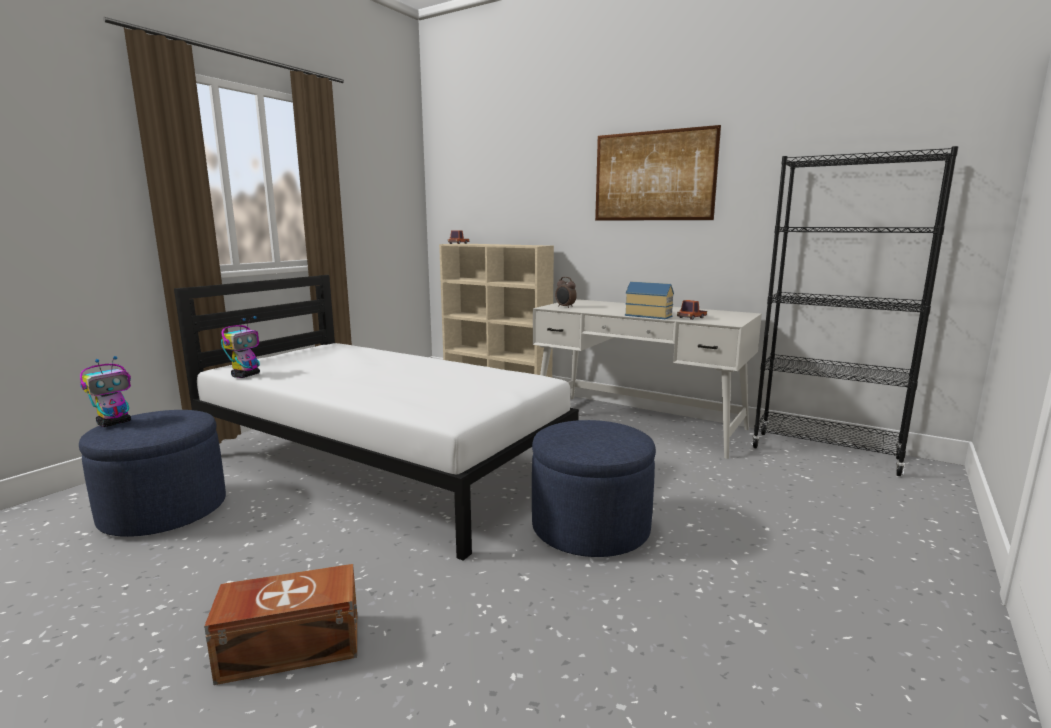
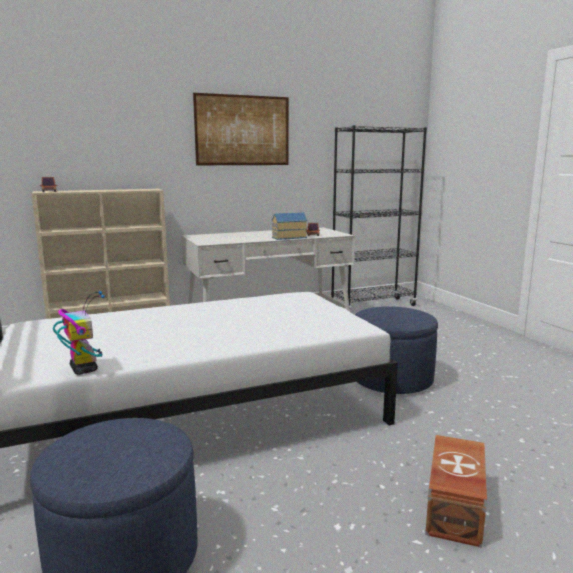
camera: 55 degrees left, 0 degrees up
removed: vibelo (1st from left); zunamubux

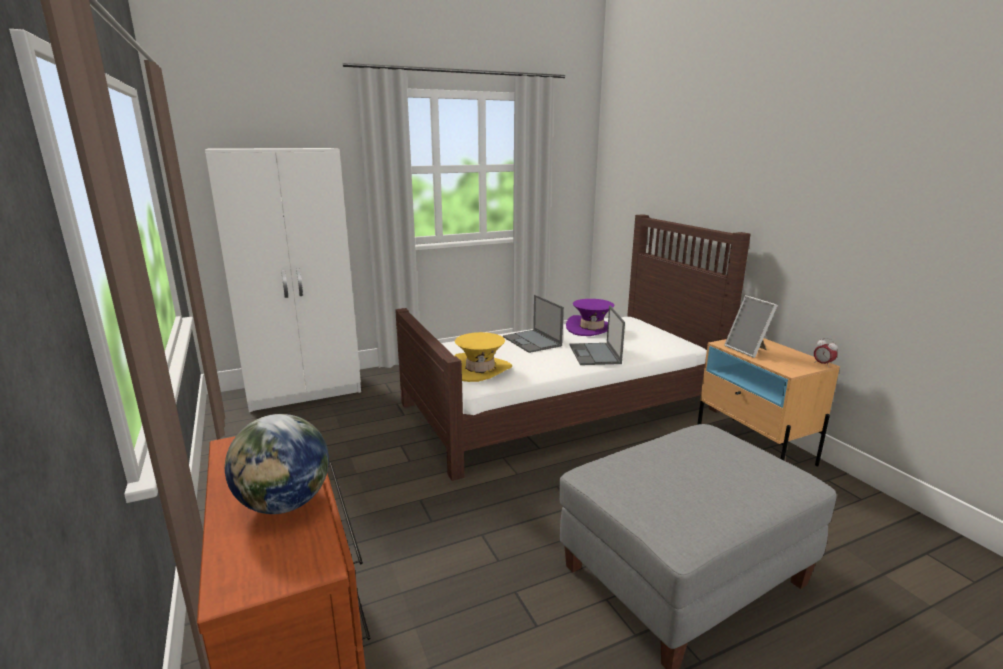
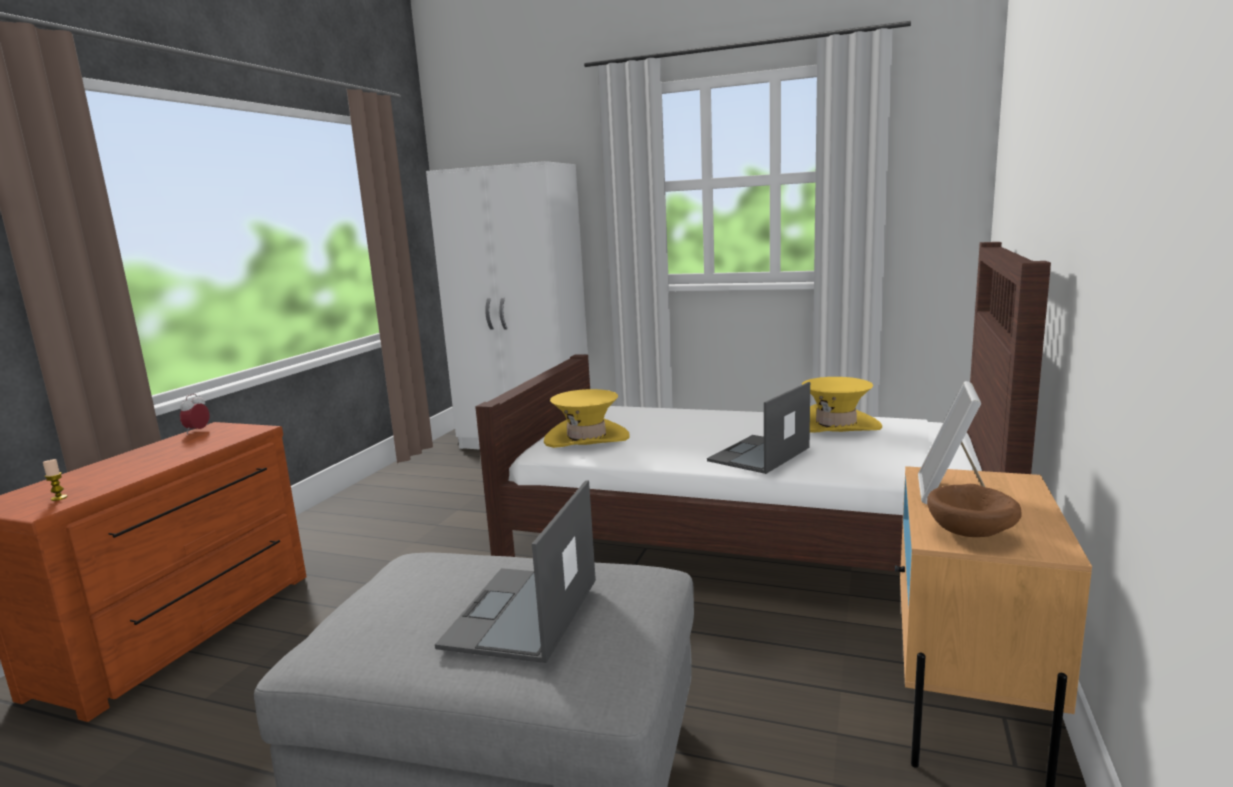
camera: 45 degrees right, 5 degrees down
removed: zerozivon
added: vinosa; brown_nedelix
moved: zunamubux; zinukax (1st from left)
recoloured: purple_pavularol to yellow_pavularol (2nd from left)

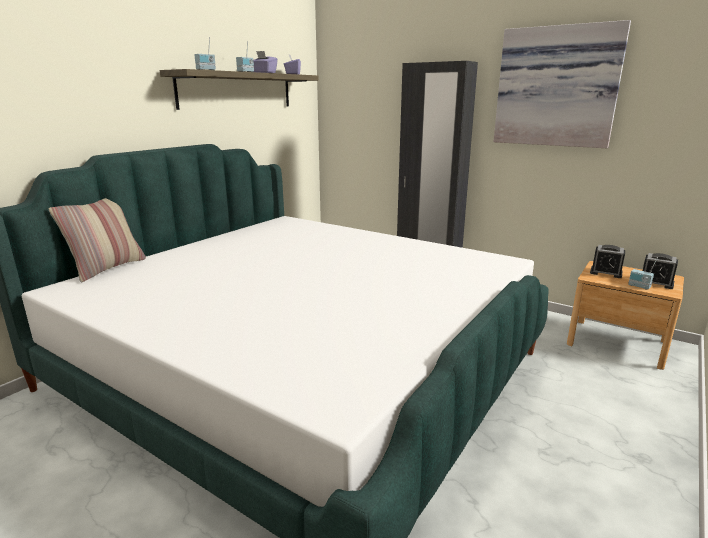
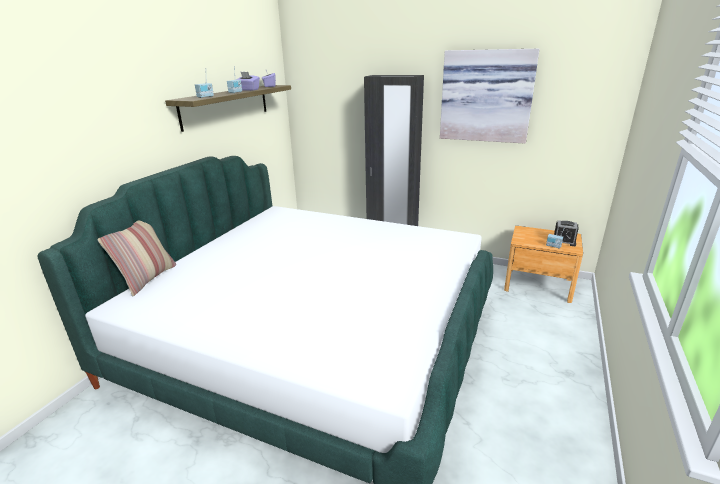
camera: 10 degrees left, 5 degrees up
removed: zunamubux (1st from left)

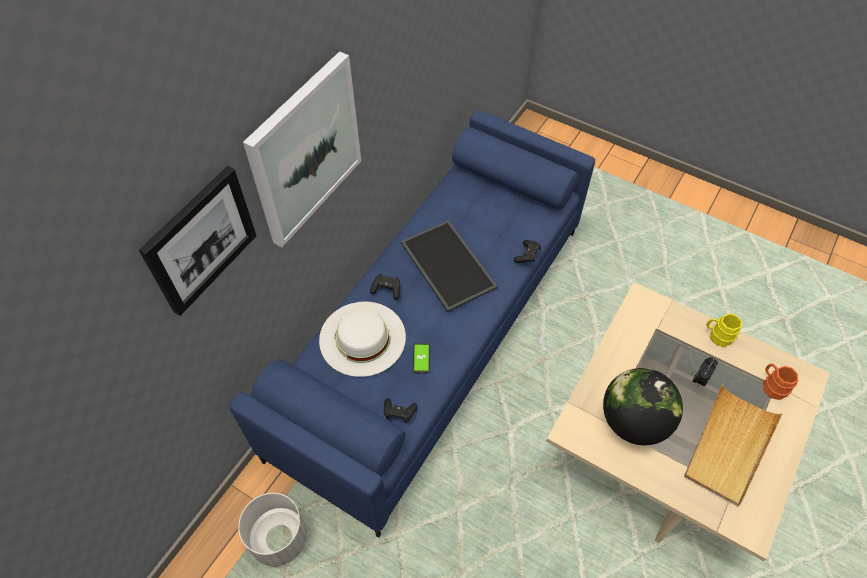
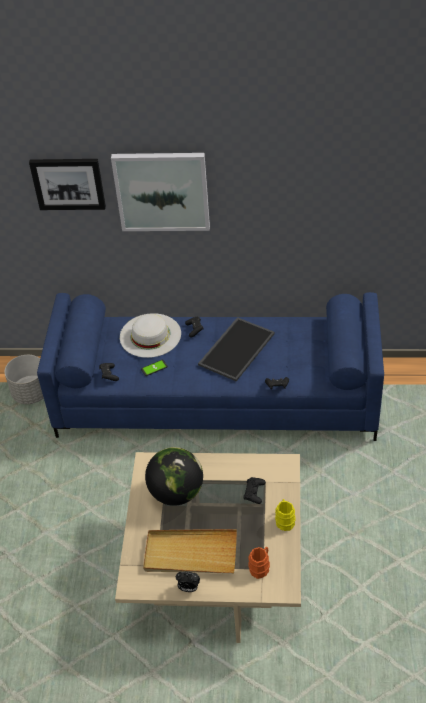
camera: 65 degrees right, 10 degrees down
added: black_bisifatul (3rd from left)
moved: zunamubux

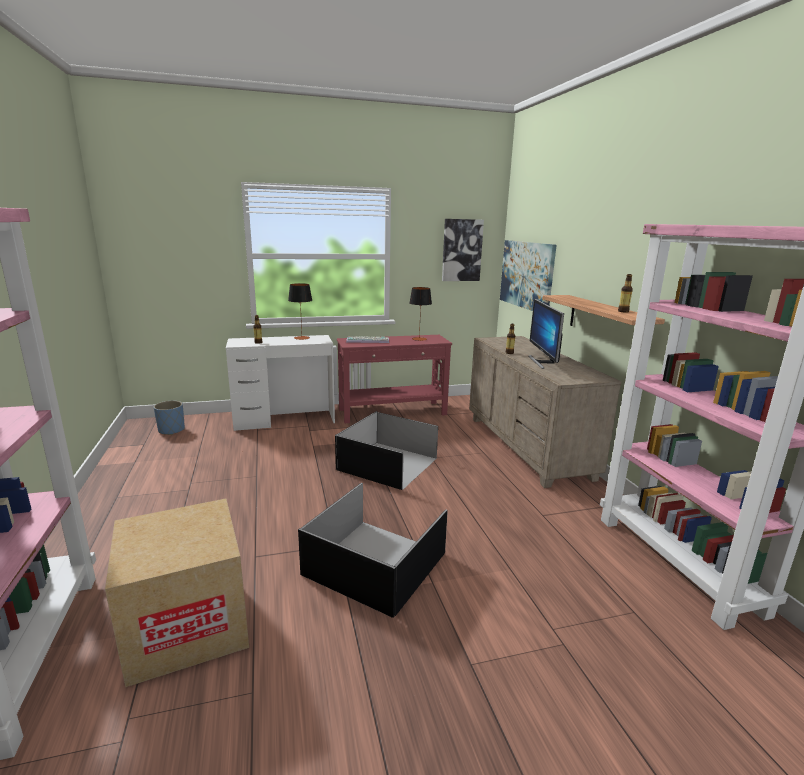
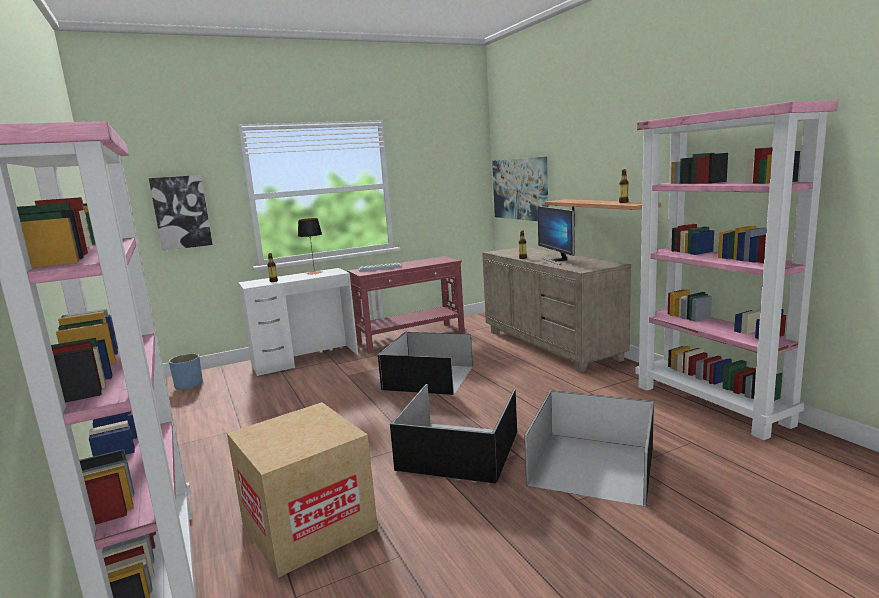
camera: 10 degrees left, 5 degrees down
removed: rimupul (2nd from left)
added: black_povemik (3rd from left)
moved: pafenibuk (1st from left)

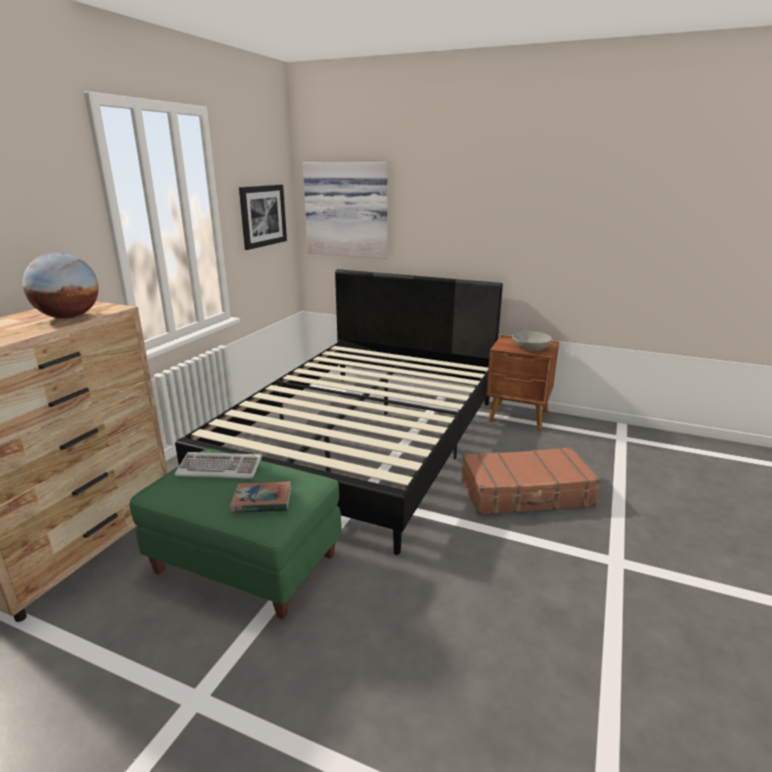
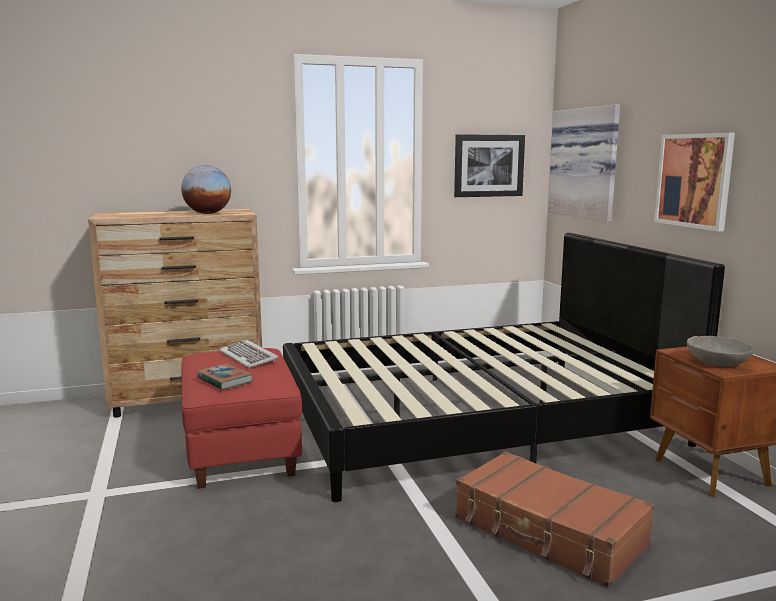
camera: 50 degrees right, 10 degrees down
added: pafenibuk (3rd from left)
recoloured: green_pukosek to red_pukosek

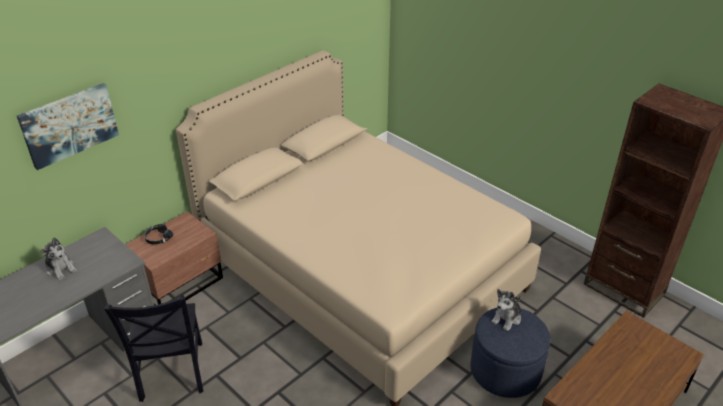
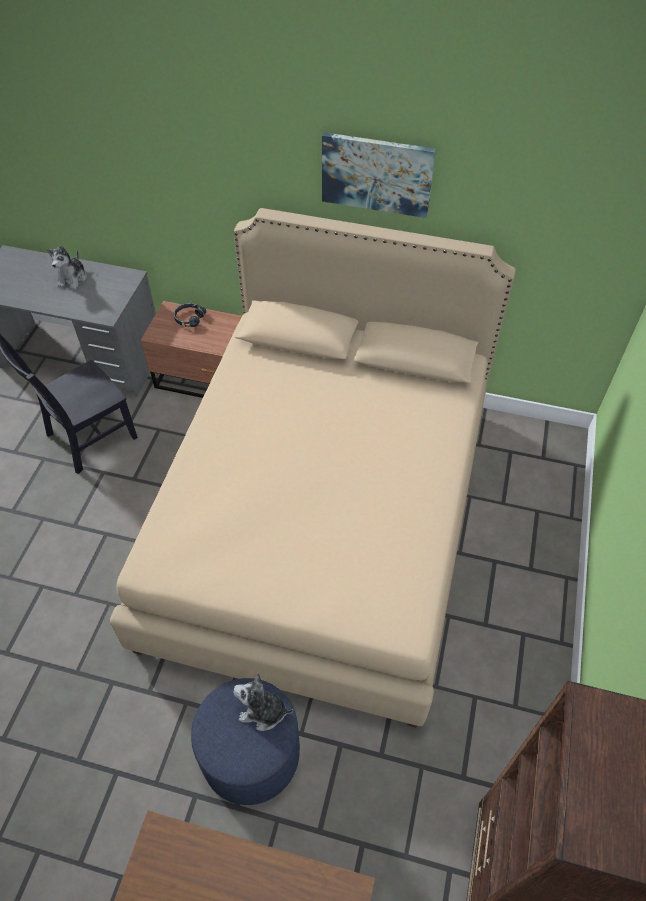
camera: 60 degrees right, 15 degrees up
moved: pafenibuk

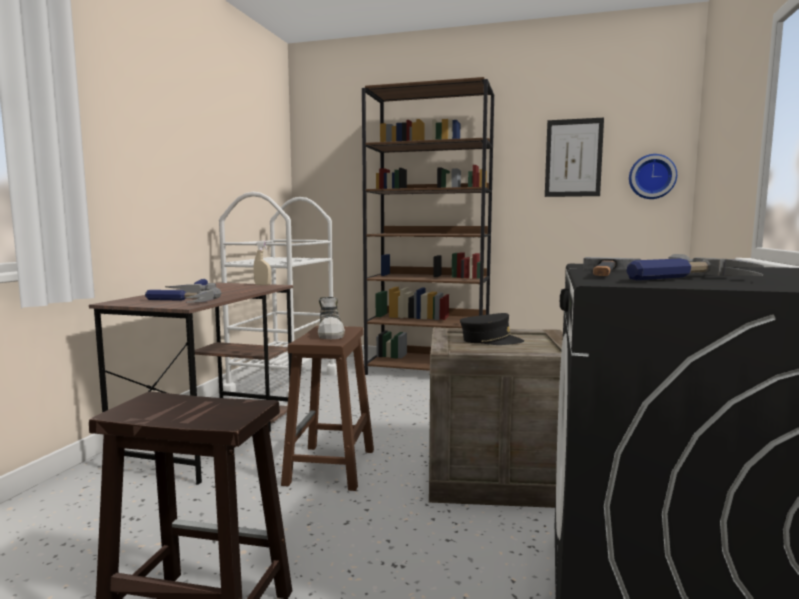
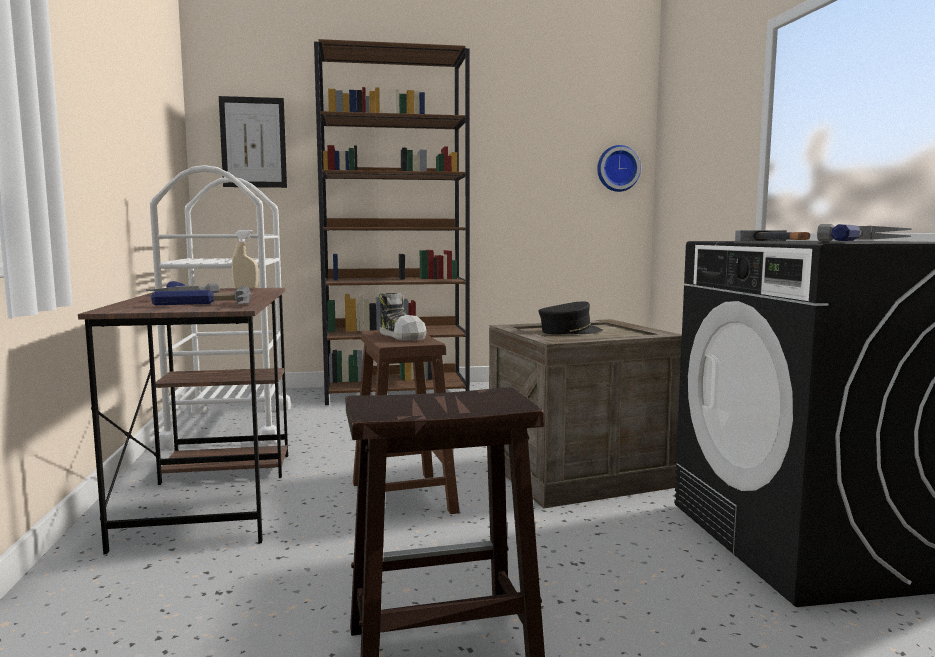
camera: 25 degrees left, 0 degrees up
moved: pafenibuk

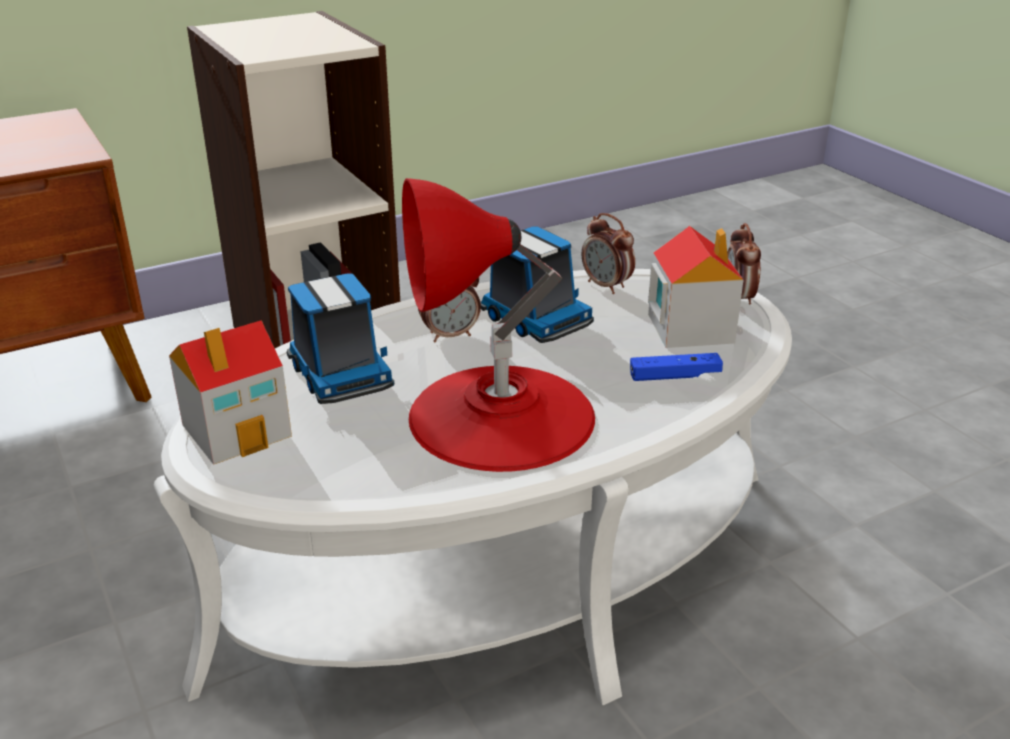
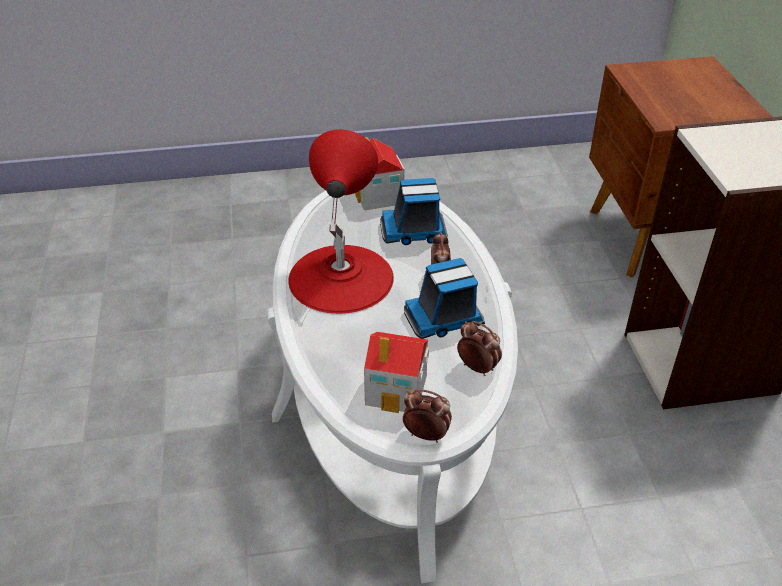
camera: 110 degrees right, 10 degrees up
removed: blue_bisifatul
turned: zunamubux (2nd from left in the first image) 60 degrees clockwise

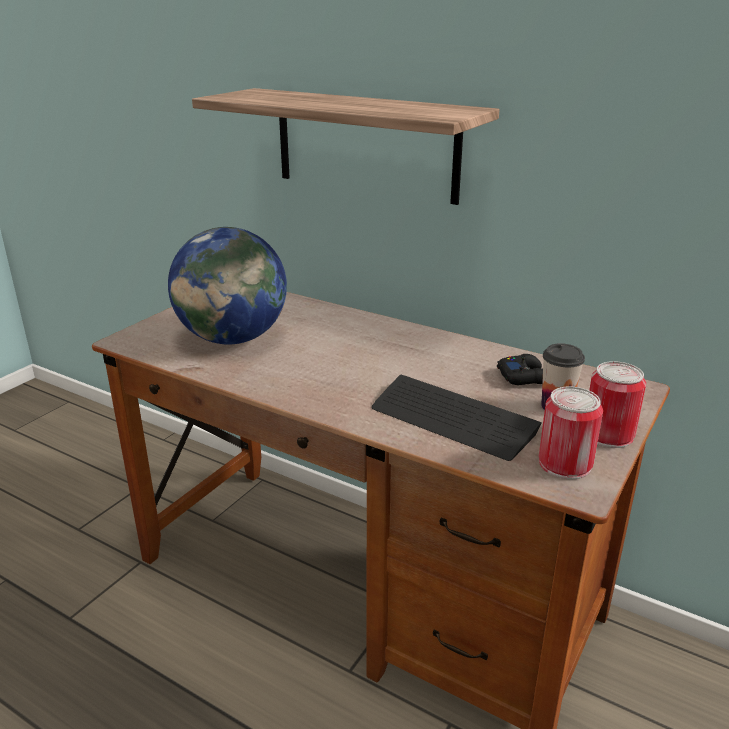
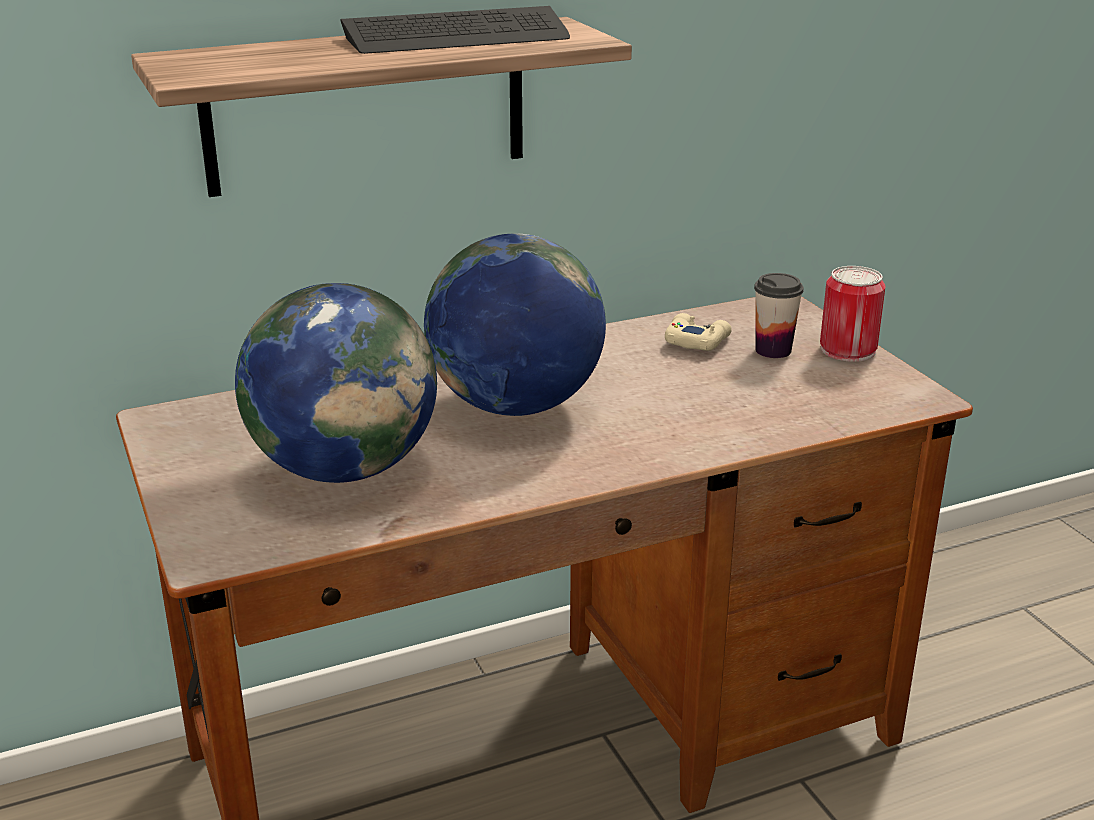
camera: 55 degrees left, 0 degrees up
removed: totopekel (1st from left)
added: zerozivon (2nd from left)
moved: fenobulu
recoloured: black_bisifatul to beige_bisifatul

